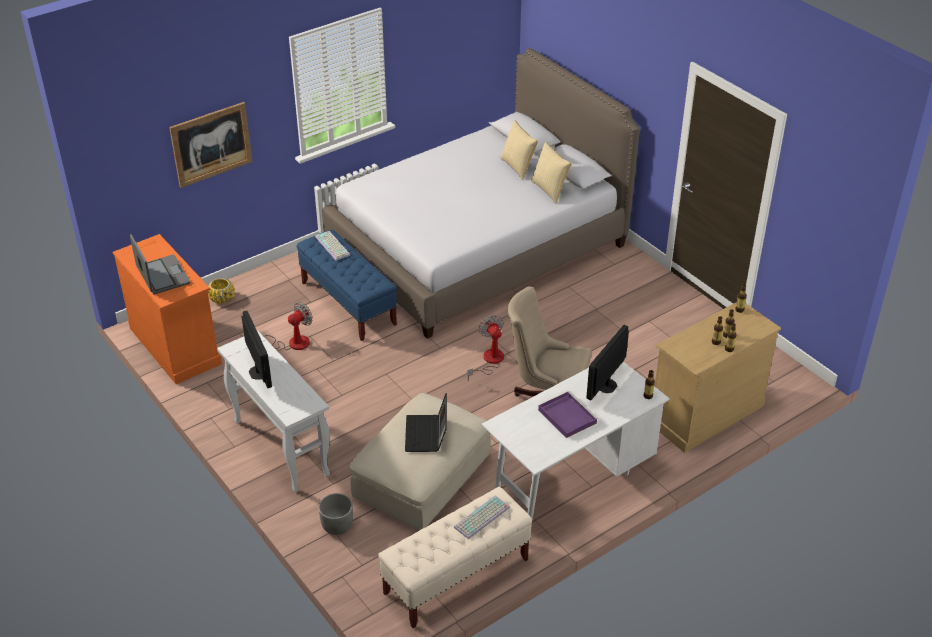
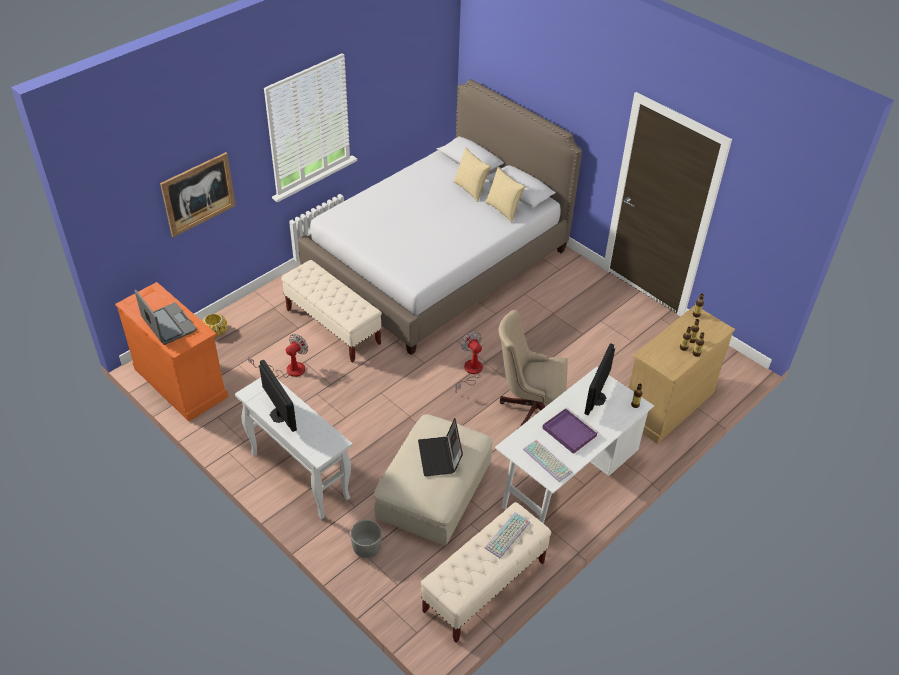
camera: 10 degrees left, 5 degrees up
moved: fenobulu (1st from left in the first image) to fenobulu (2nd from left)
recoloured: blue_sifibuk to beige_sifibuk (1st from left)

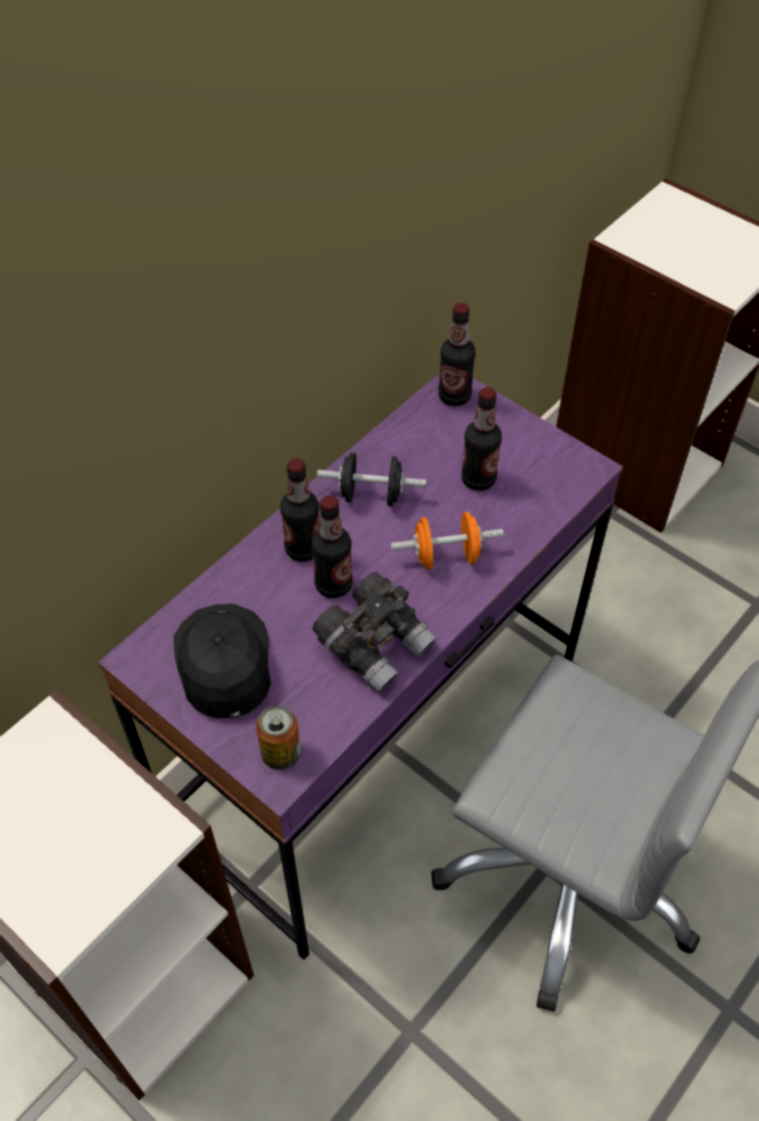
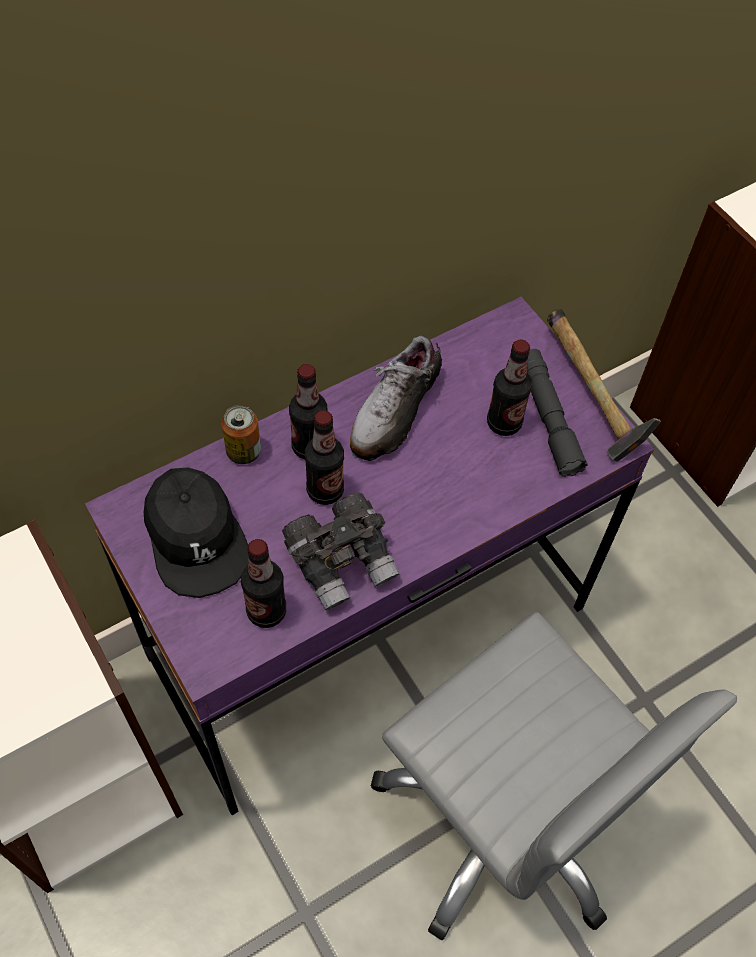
camera: 15 degrees right, 5 degrees up
removed: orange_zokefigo
added: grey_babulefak; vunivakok
moved: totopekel; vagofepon (3rd from left in the first image) to vagofepon (1st from left)
replaced: black_zokefigo to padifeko
turned: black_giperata 150 degrees clockwise

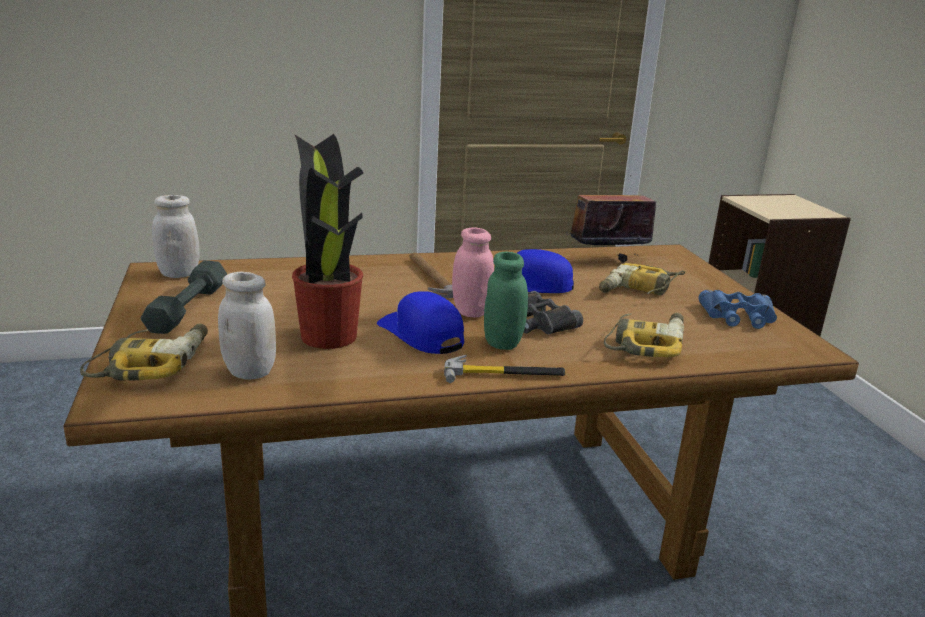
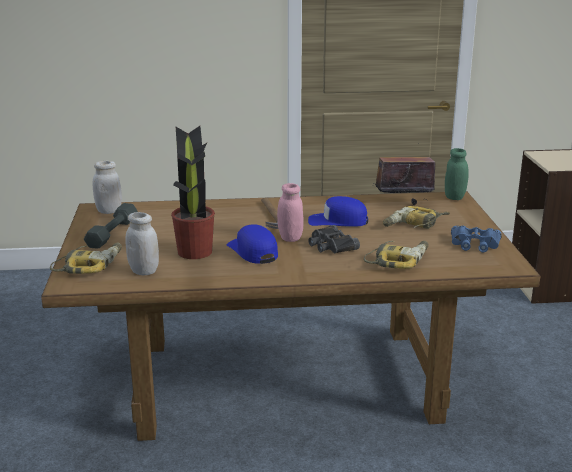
camera: 10 degrees right, 0 degrees up
removed: vunivakok (2nd from left)
moved: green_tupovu

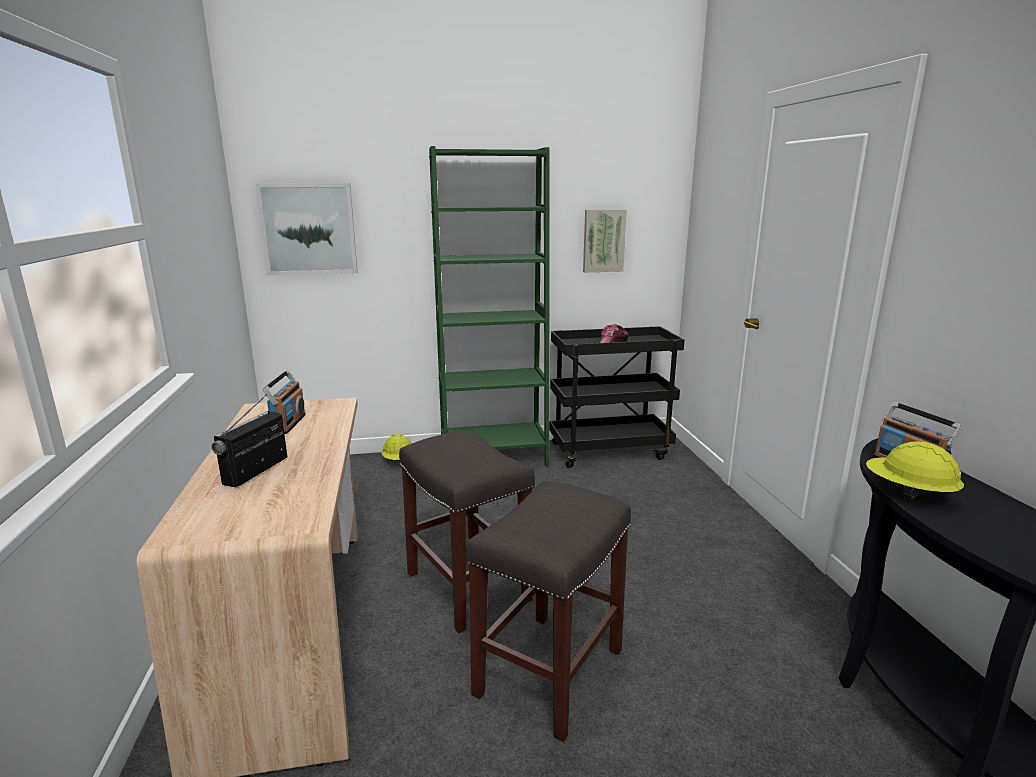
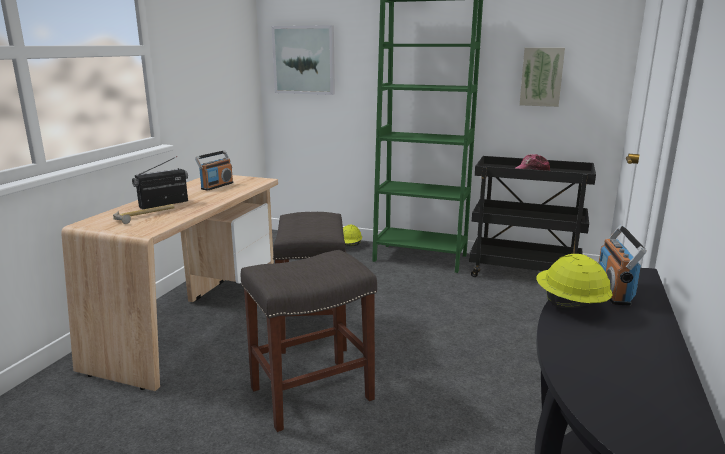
camera: 30 degrees right, 0 degrees up
added: vunivakok

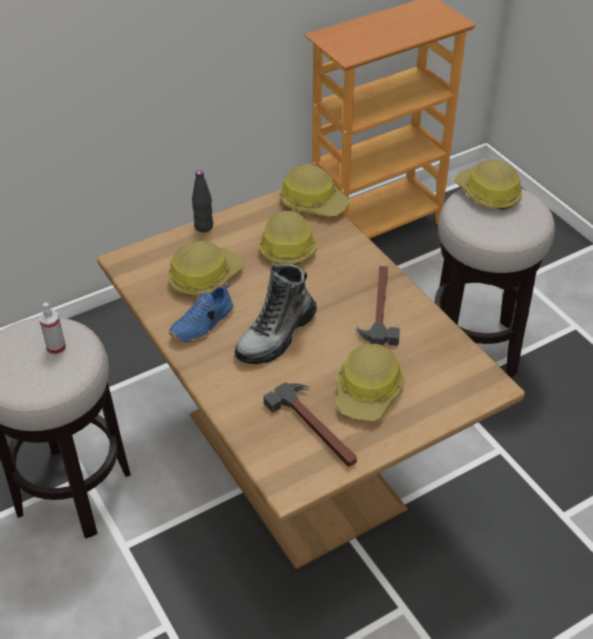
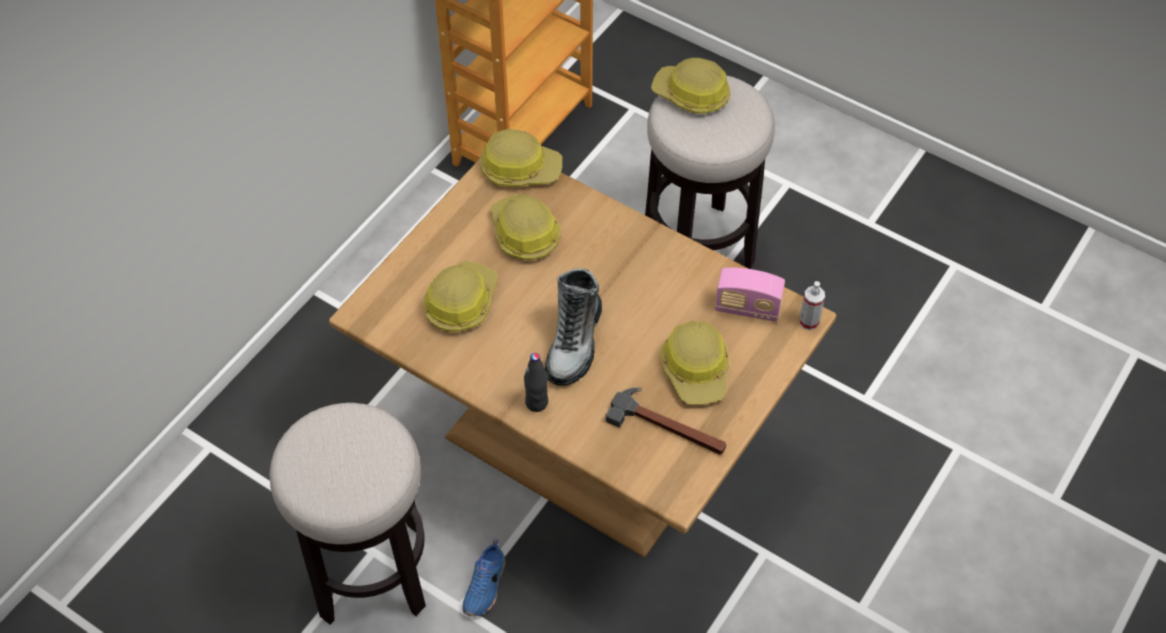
camera: 25 degrees left, 10 degrees up
removed: vunivakok (2nd from left)
added: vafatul
moved: blue_padifeko; black_vagofepon; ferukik

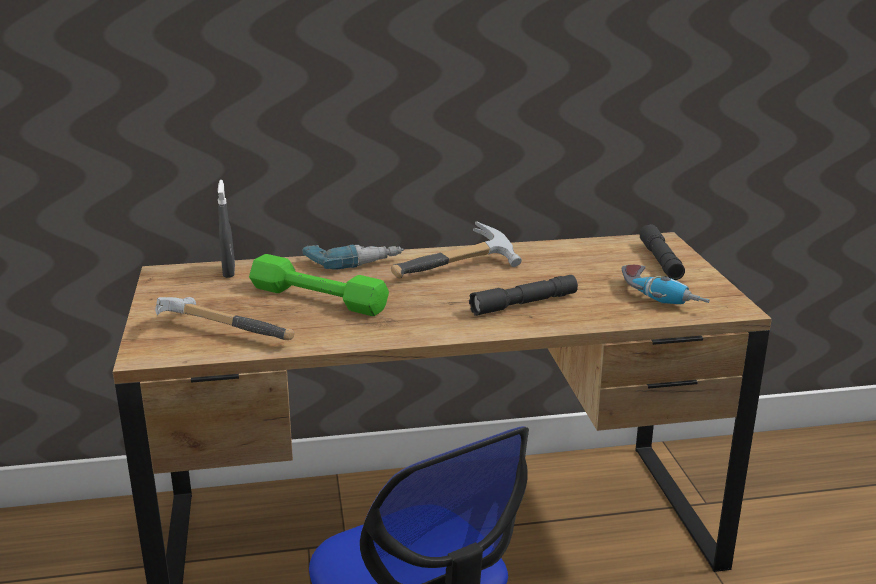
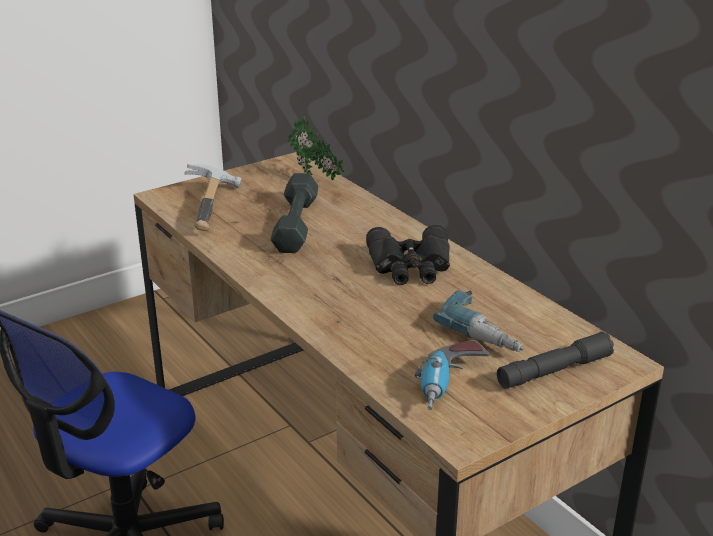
camera: 65 degrees right, 5 degrees up
removed: grey_babulefak (1st from left)
moved: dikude (1st from left in the first image) to dikude (2nd from left)
replaced: grey_ferukik to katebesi; vunivakok (2nd from left) to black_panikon
recoloured: green_zokefigo to grey_zokefigo

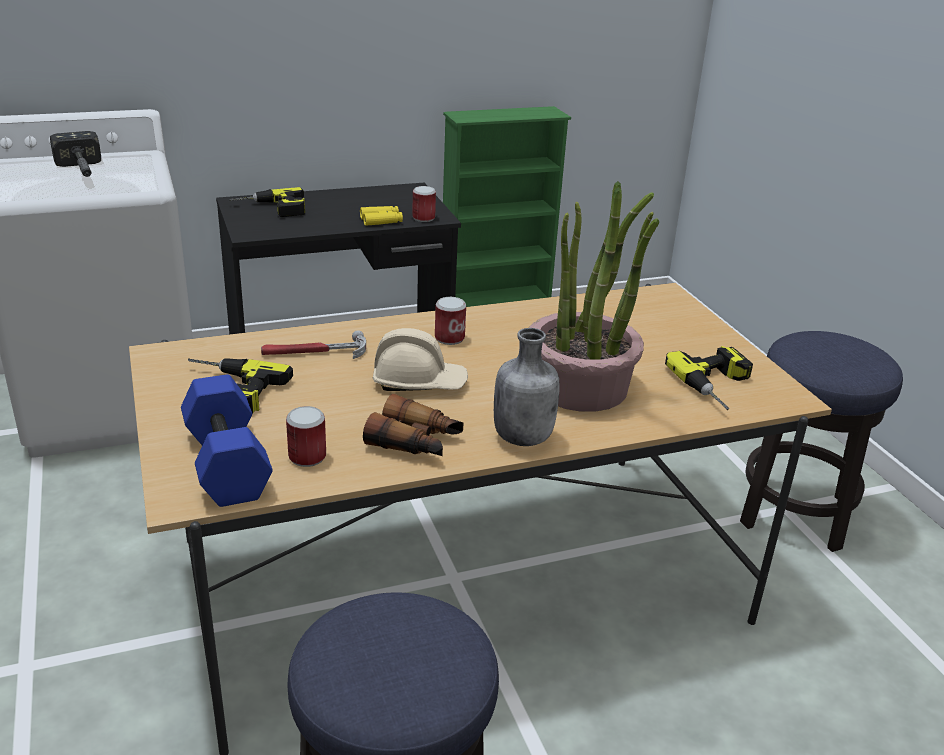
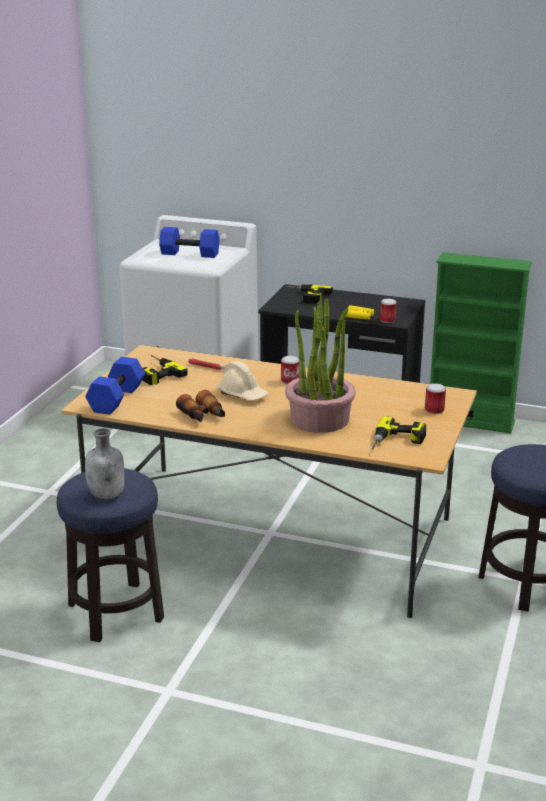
camera: 40 degrees right, 5 degrees down
moved: grey_vagofepon; totopekel (1st from left in the first image) to totopekel (3rd from left)
replaced: vunivakok (1st from left) to blue_zokefigo (2nd from left)

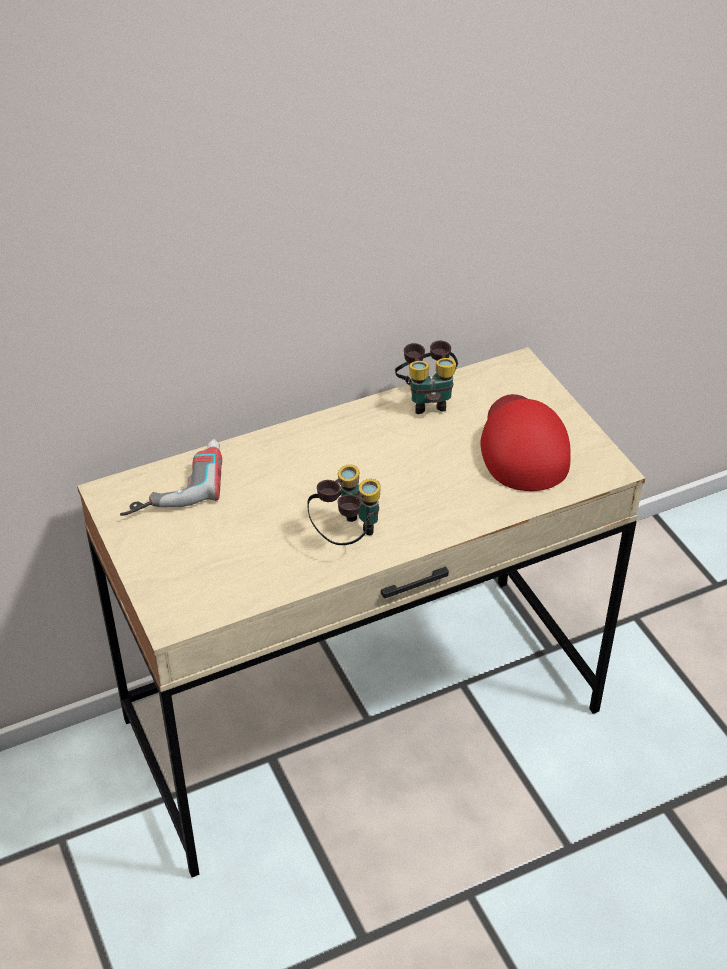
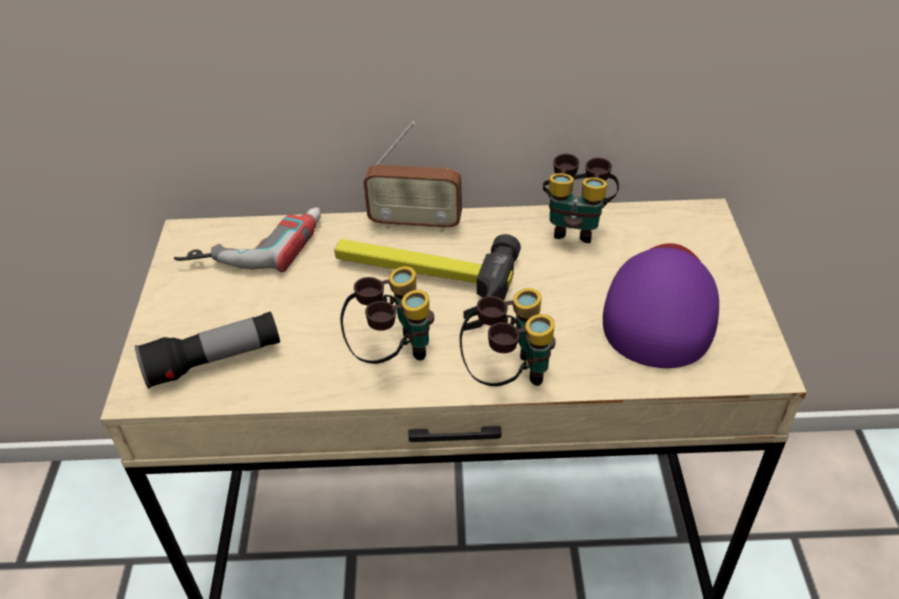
camera: 25 degrees right, 0 degrees up
added: babulefak; vunivakok; vafatul; panikon (2nd from left)
recoloured: red_giperata to purple_giperata

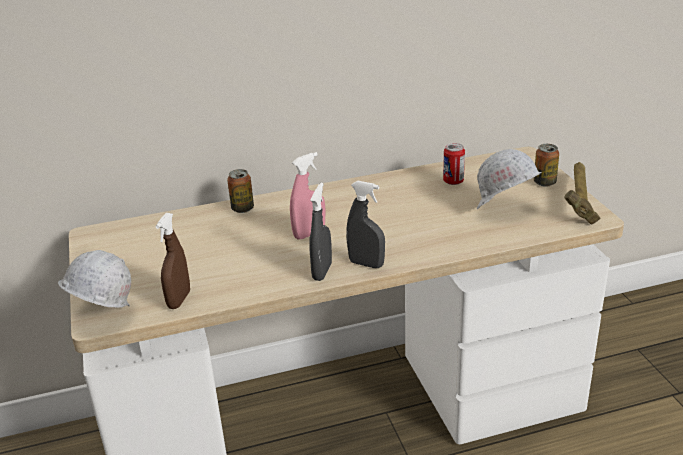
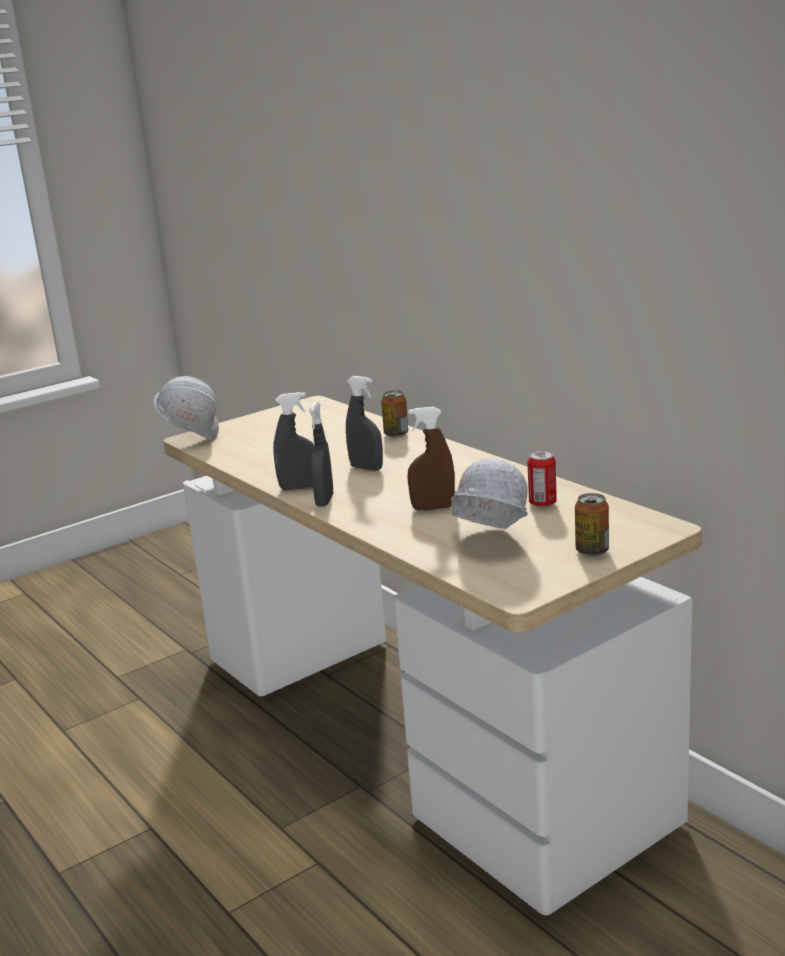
camera: 70 degrees right, 10 degrees down
removed: vunivakok
moved: brown_ferukik
recoloured: pink_ferukik to grey_ferukik (3rd from left)

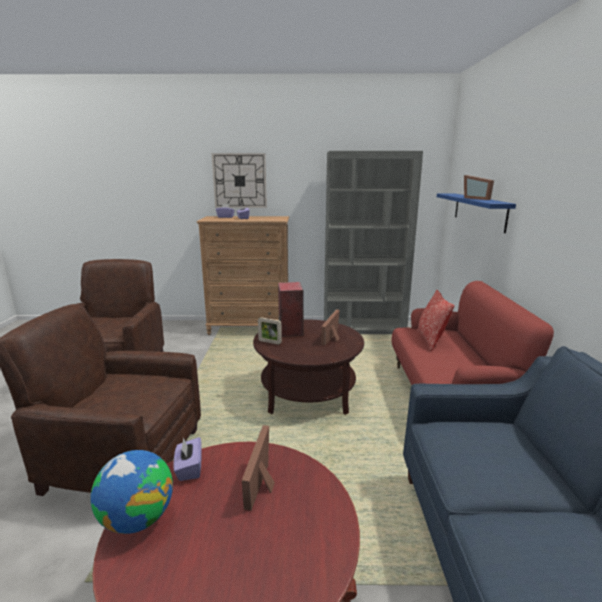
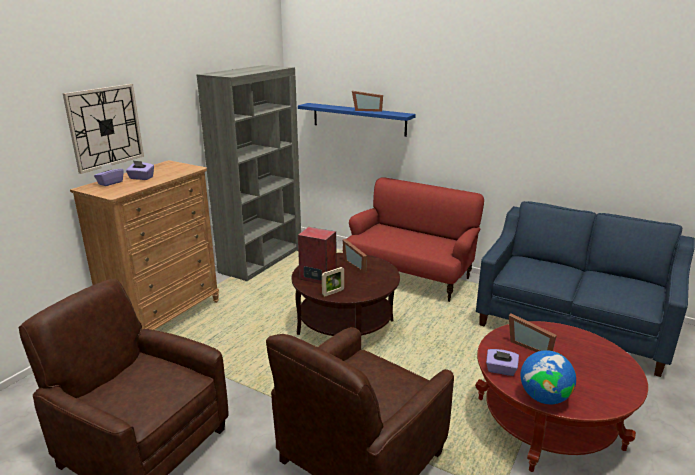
camera: 60 degrees left, 5 degrees up
removed: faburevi

